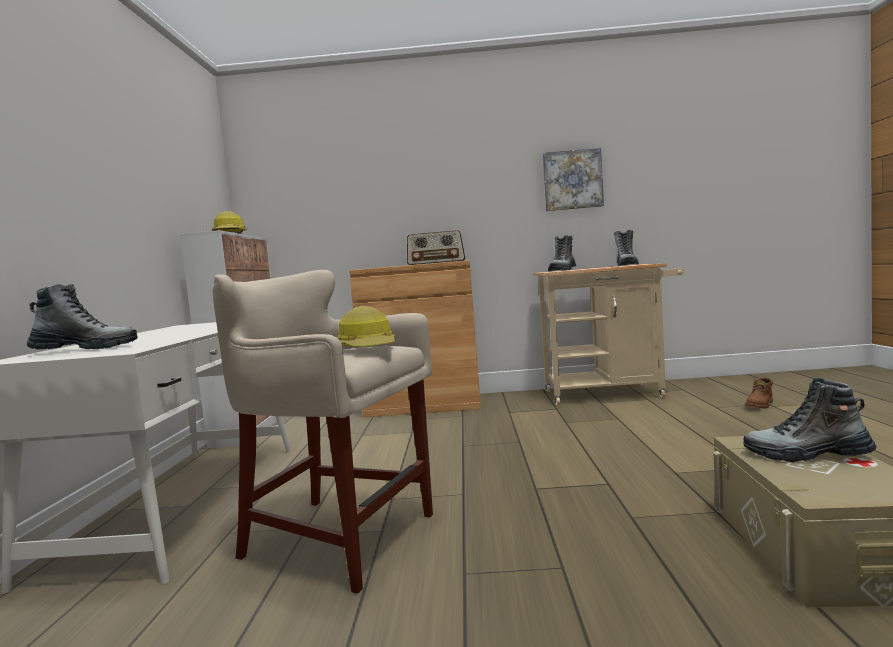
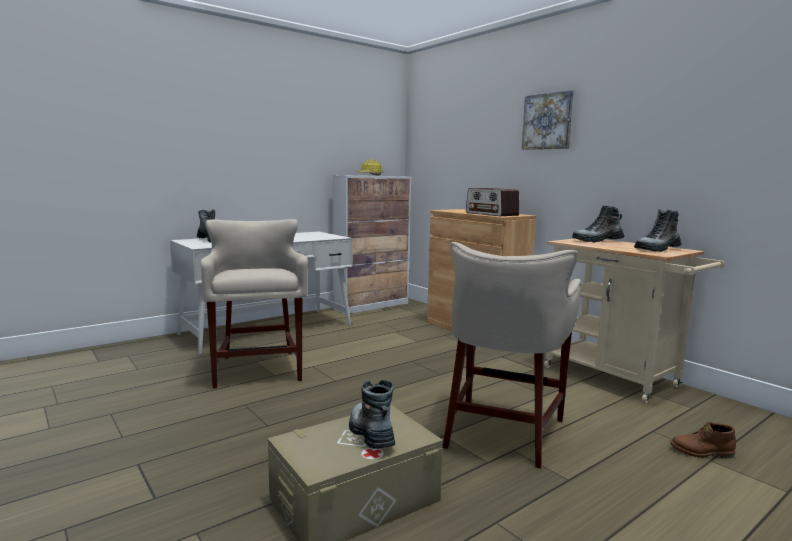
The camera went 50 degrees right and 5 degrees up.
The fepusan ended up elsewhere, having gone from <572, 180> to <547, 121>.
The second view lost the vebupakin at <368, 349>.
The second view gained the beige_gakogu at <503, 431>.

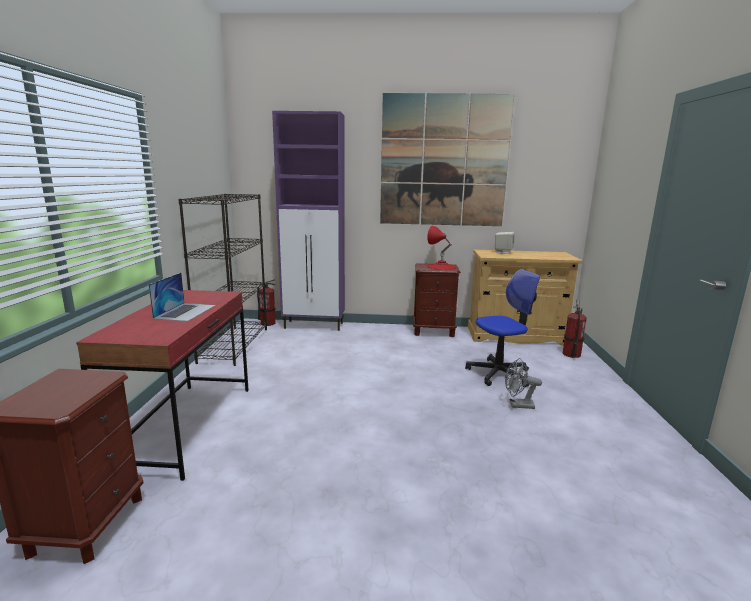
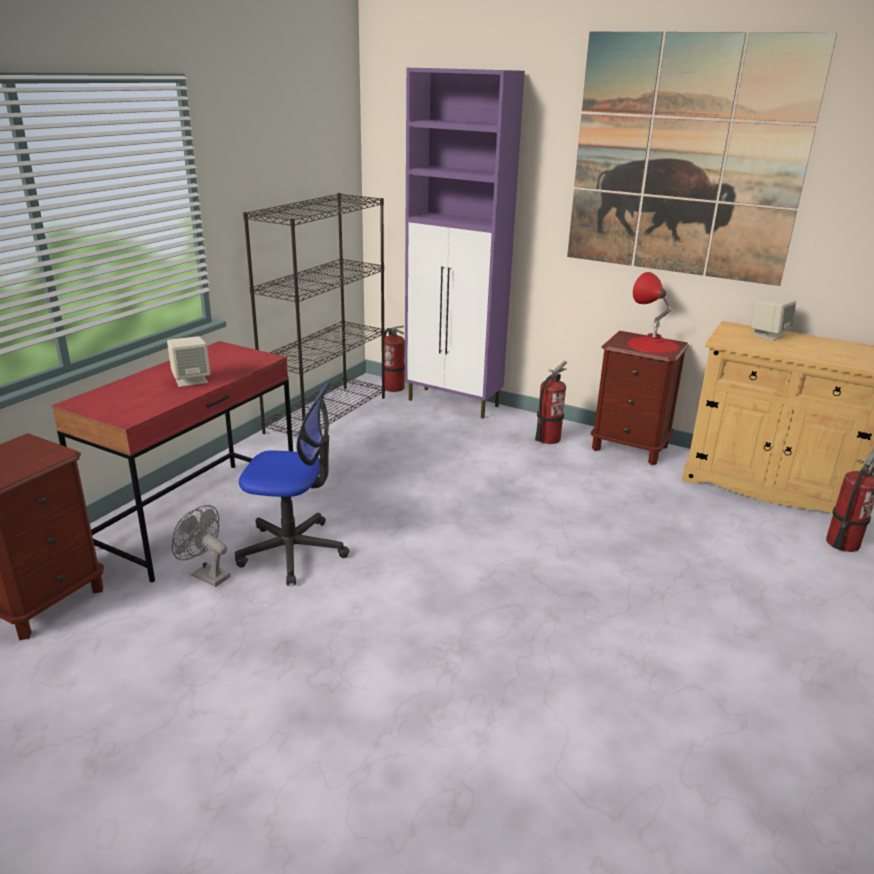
The camera went 25 degrees right and 10 degrees up.
The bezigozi ended up elsewhere, having gone from <499, 374> to <293, 551>.
Where the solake stood at <185, 311>, the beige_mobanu came to stand at <191, 380>.
The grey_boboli ended up elsewhere, having gone from <517, 405> to <206, 575>.
The second view gained the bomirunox at <547, 438>.

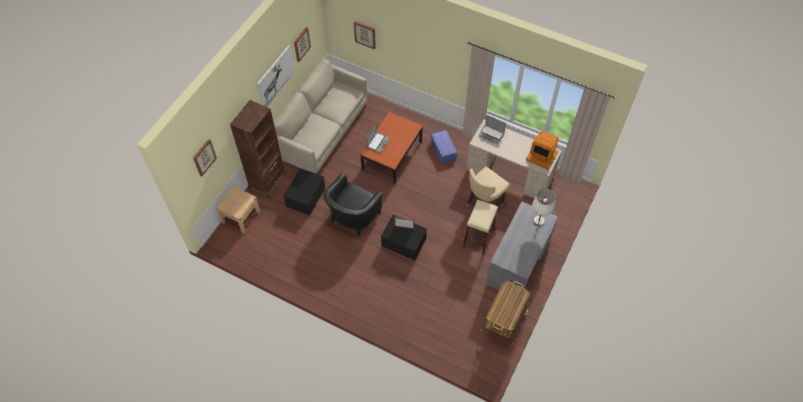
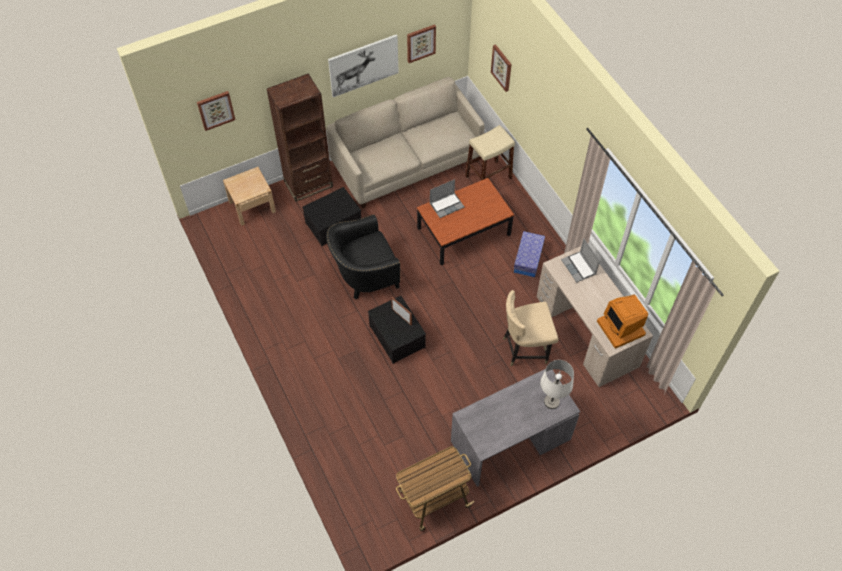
The camera went 35 degrees right and 0 degrees up.
The beige_gakogu ended up elsewhere, having gone from <478, 238> to <488, 177>.

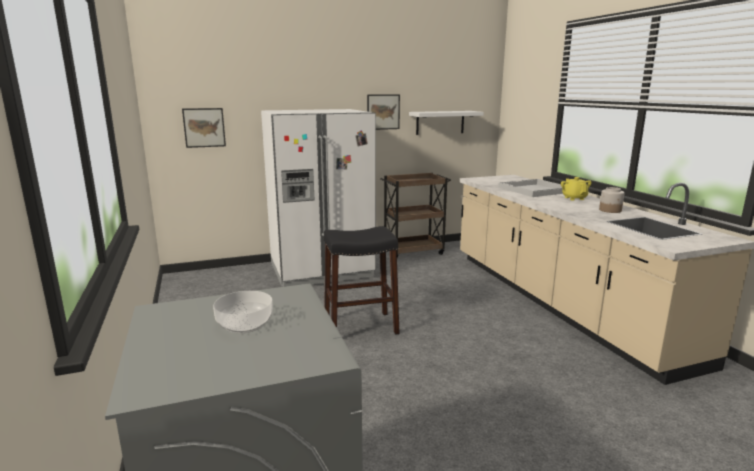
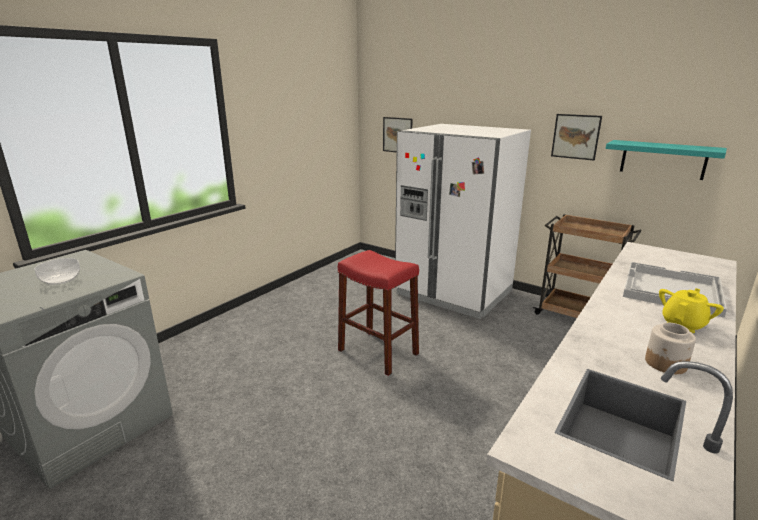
The camera went 55 degrees right and 5 degrees up.
What was the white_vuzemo at <440, 122> turned into the turquoise_vuzemo at <663, 159>.
What was the black_gakogu at <360, 326> turned into the red_gakogu at <378, 352>.

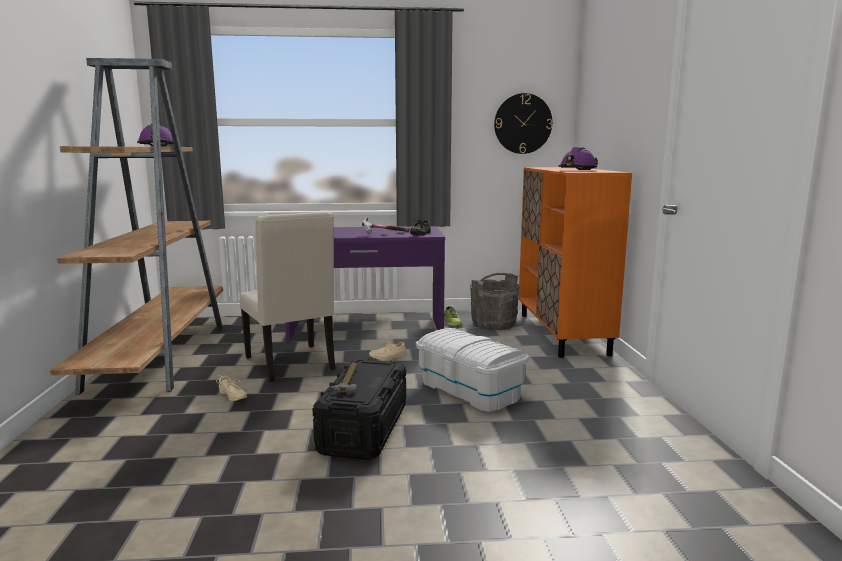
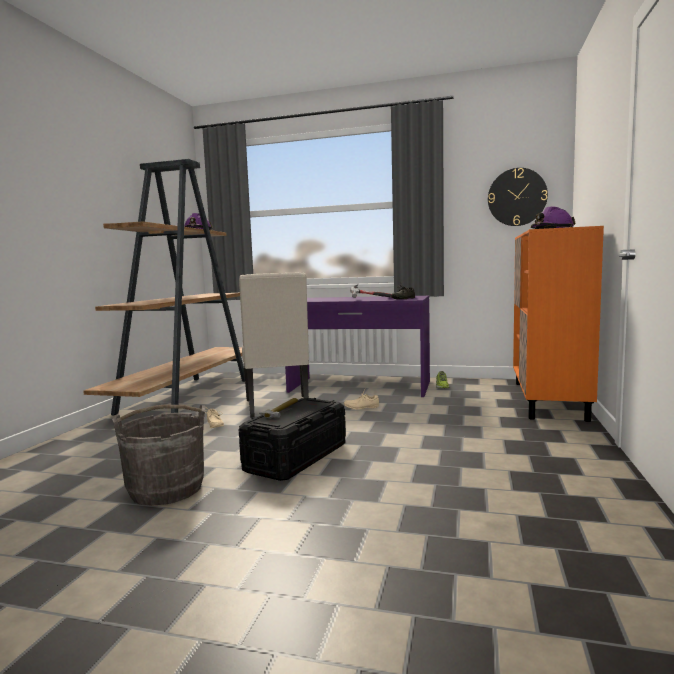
The camera went 20 degrees right and 5 degrees down.
The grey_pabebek ended up elsewhere, having gone from <493, 324> to <166, 489>.
The second view lost the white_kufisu at <470, 390>.

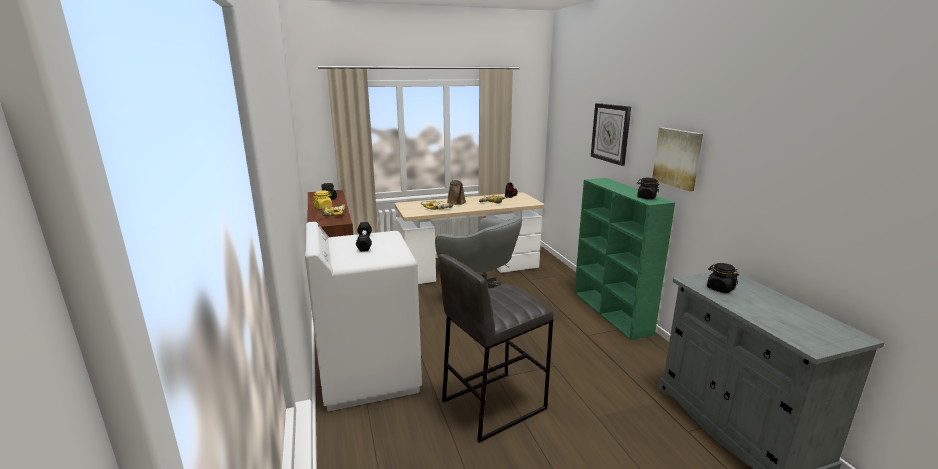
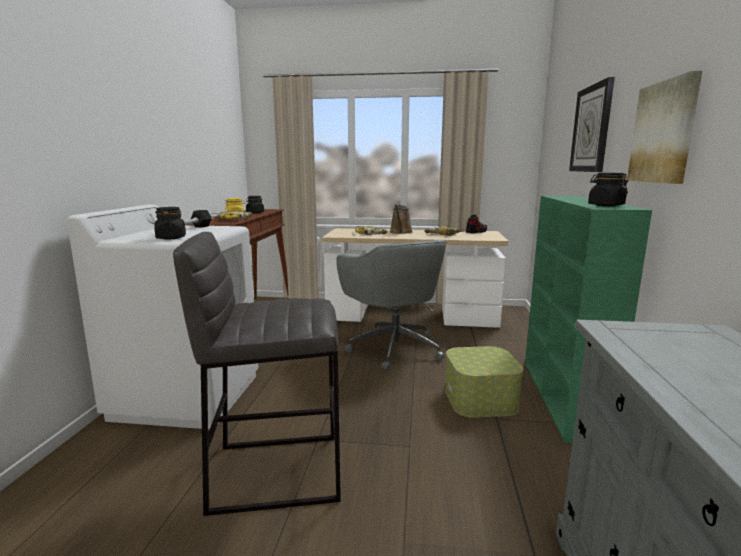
The camera went 25 degrees right and 5 degrees down.
The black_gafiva ended up elsewhere, having gone from <720, 289> to <171, 238>.
The second view gained the kufisu at <480, 399>.

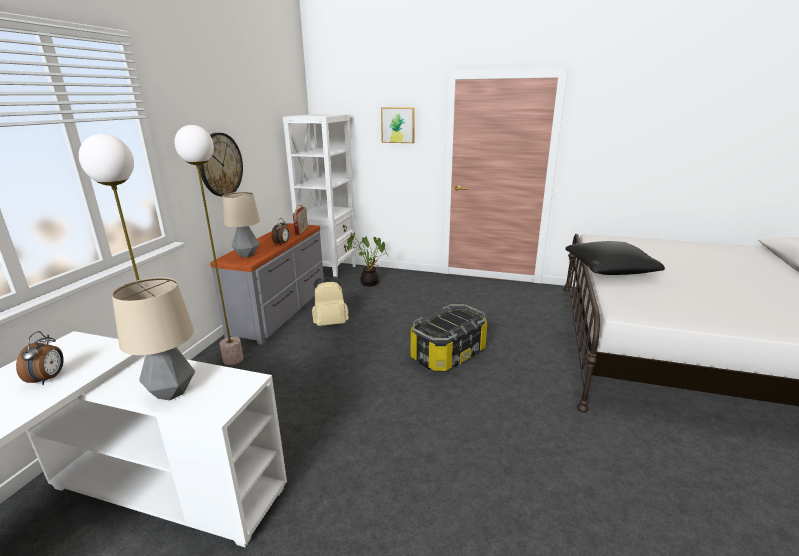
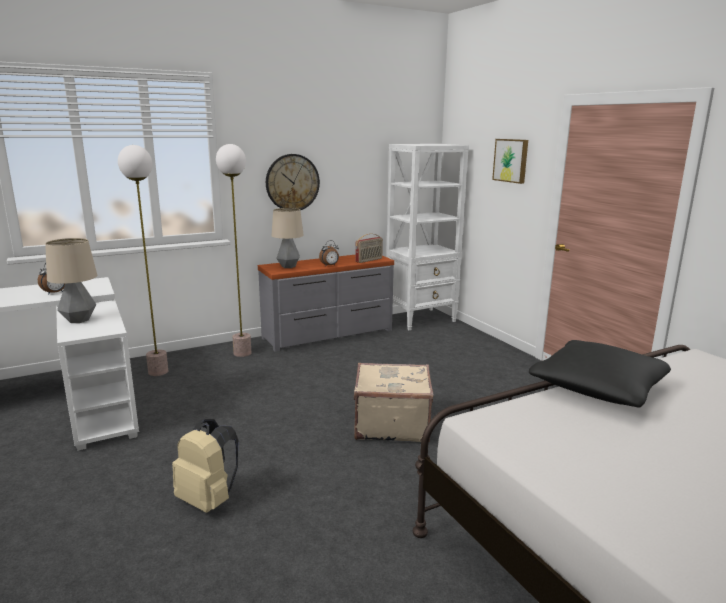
The camera went 45 degrees right and 5 degrees down.
The second view lost the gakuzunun at <369, 282>.
The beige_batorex ended up elsewhere, having gone from <331, 323> to <208, 500>.
Where the kufisu stood at <448, 354>, the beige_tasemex came to stand at <391, 424>.

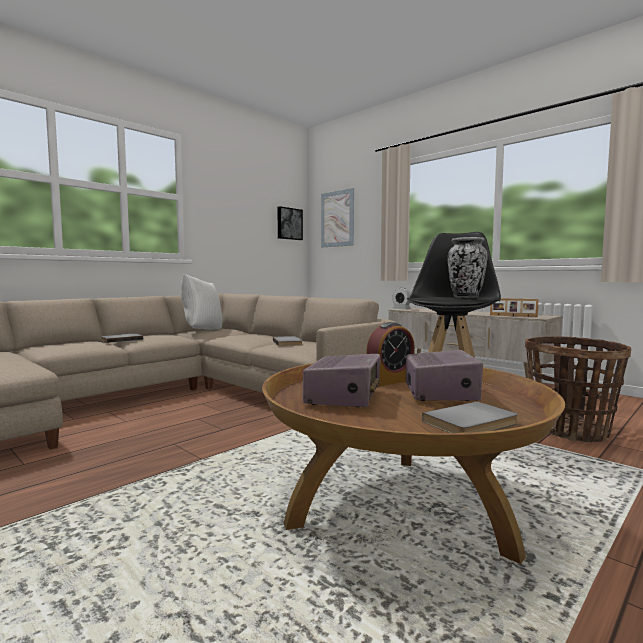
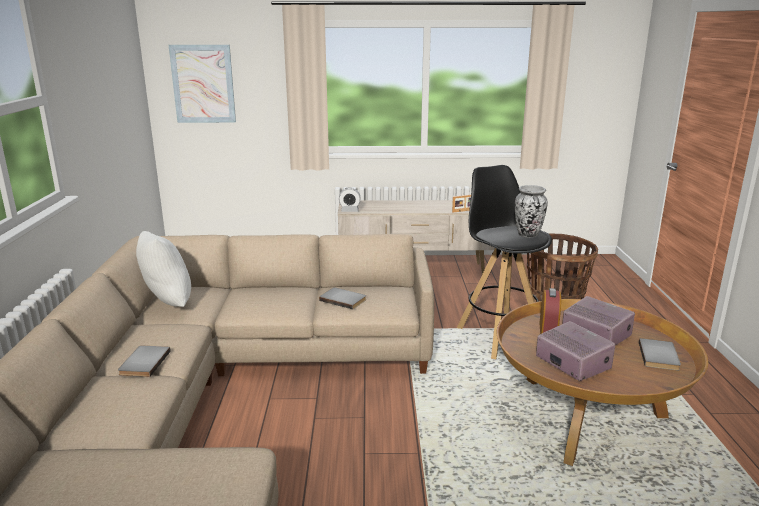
The camera went 45 degrees left and 15 degrees up.
The second view lost the fepusan at <289, 224>.

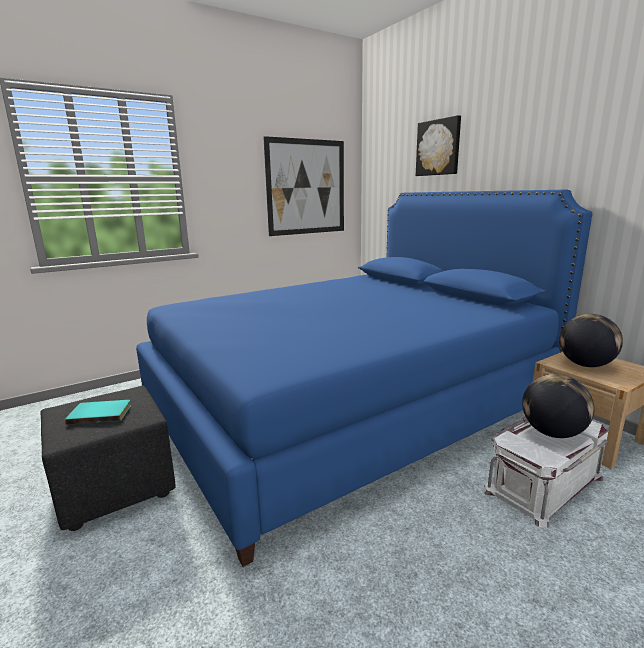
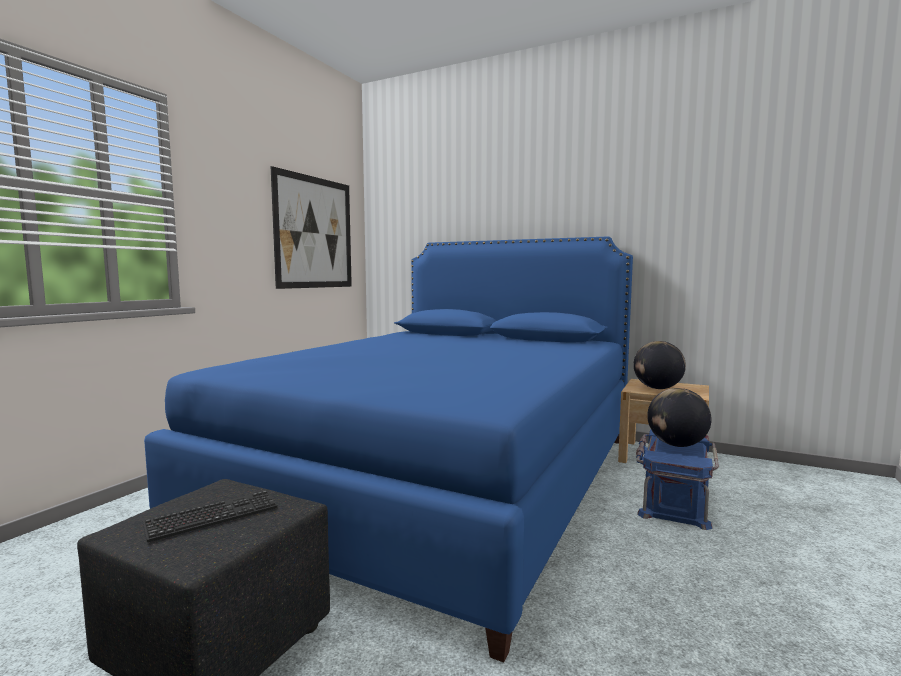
The camera went 30 degrees left and 10 degrees down.
The second view lost the fepusan at <438, 147>.
Where the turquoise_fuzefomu stood at <100, 413>, the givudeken came to stand at <213, 517>.
What was the white_kufisu at <542, 483> turned into the blue_kufisu at <673, 498>.

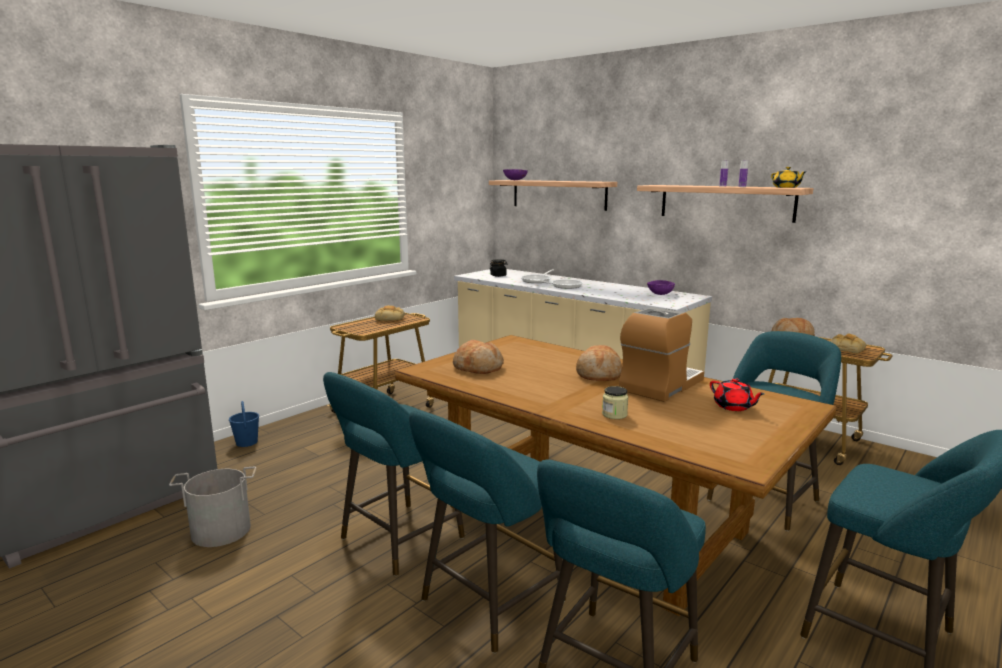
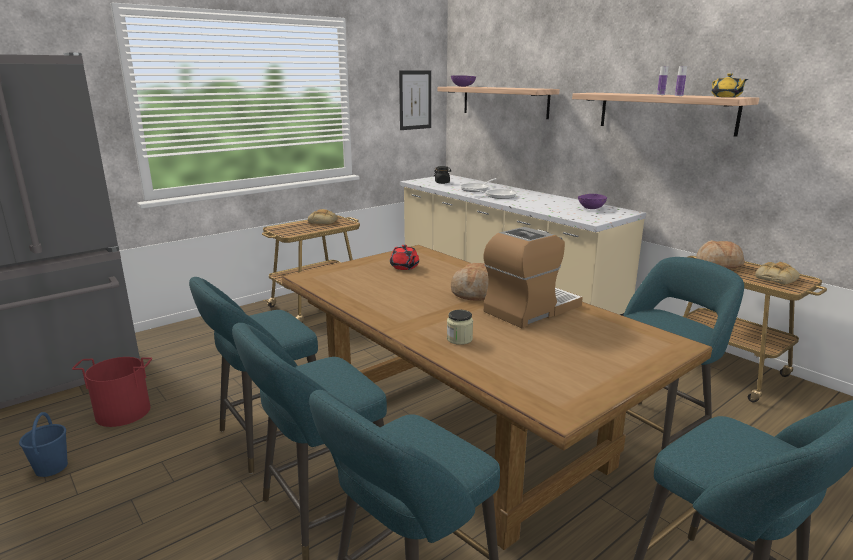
The camera went 10 degrees right and 5 degrees up.
The second view lost the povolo at <478, 368>.
The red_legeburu ended up elsewhere, having gone from <733, 407> to <404, 267>.
The blue_pabebek ended up elsewhere, having gone from <247, 442> to <51, 467>.
What was the grey_pabebek at <221, 530> turned into the red_pabebek at <123, 412>.
The second view gained the fepusan at <415, 100>.

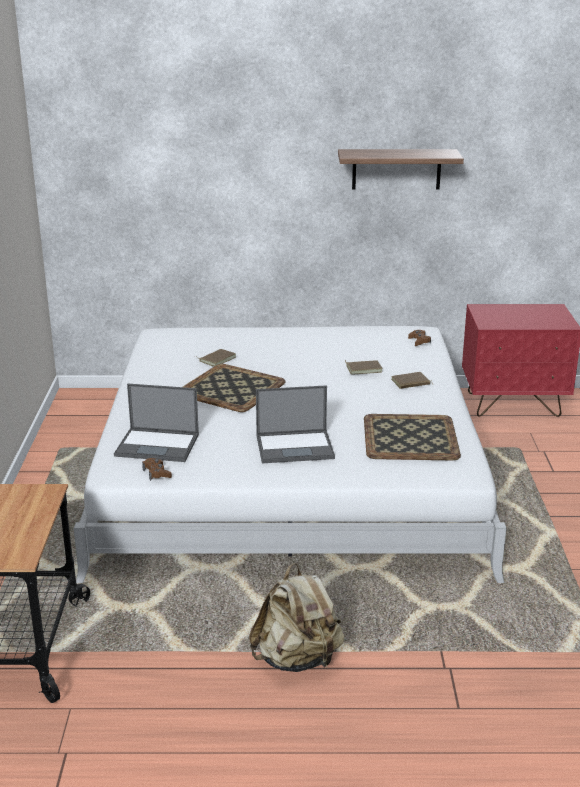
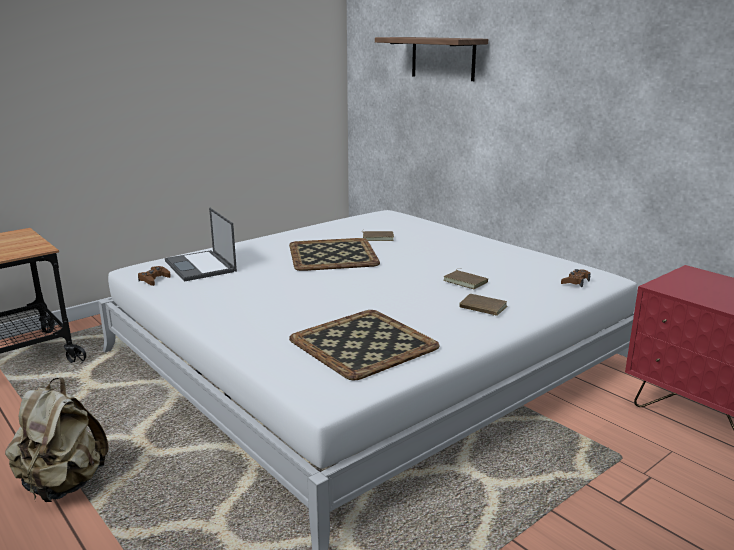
The camera went 50 degrees right and 5 degrees down.
The vuzemo ended up elsewhere, having gone from <396, 169> to <443, 58>.
The second view lost the solake at <295, 447>.

